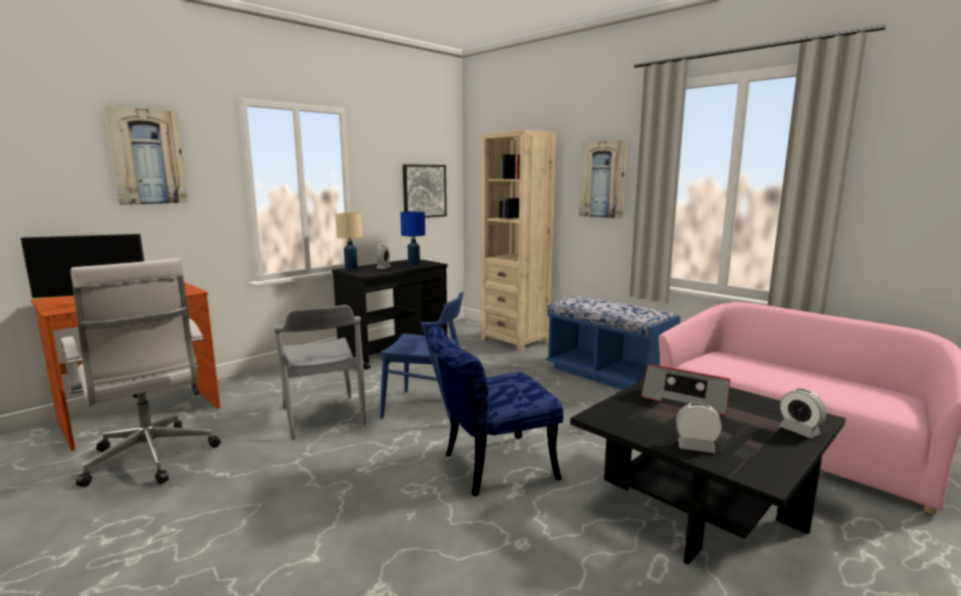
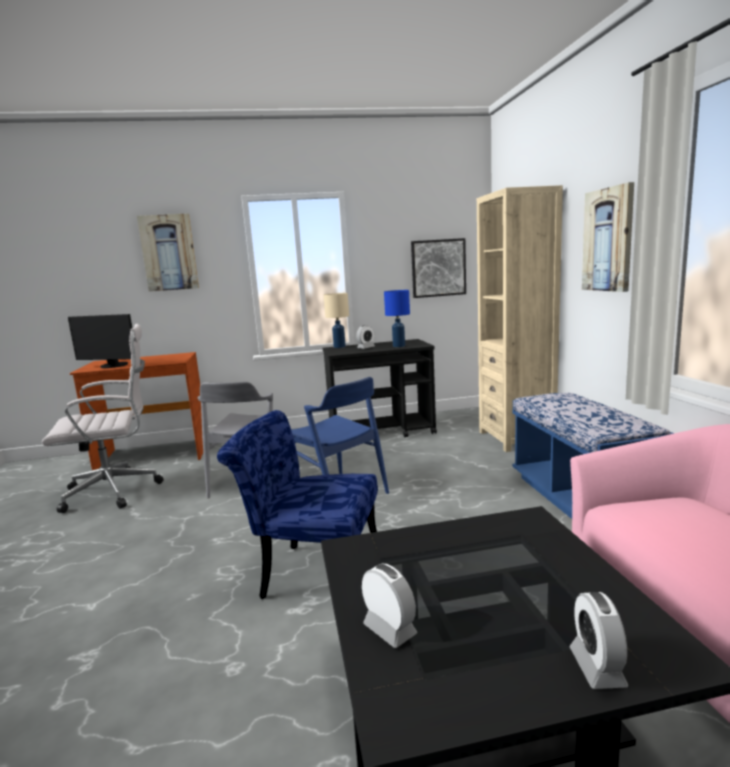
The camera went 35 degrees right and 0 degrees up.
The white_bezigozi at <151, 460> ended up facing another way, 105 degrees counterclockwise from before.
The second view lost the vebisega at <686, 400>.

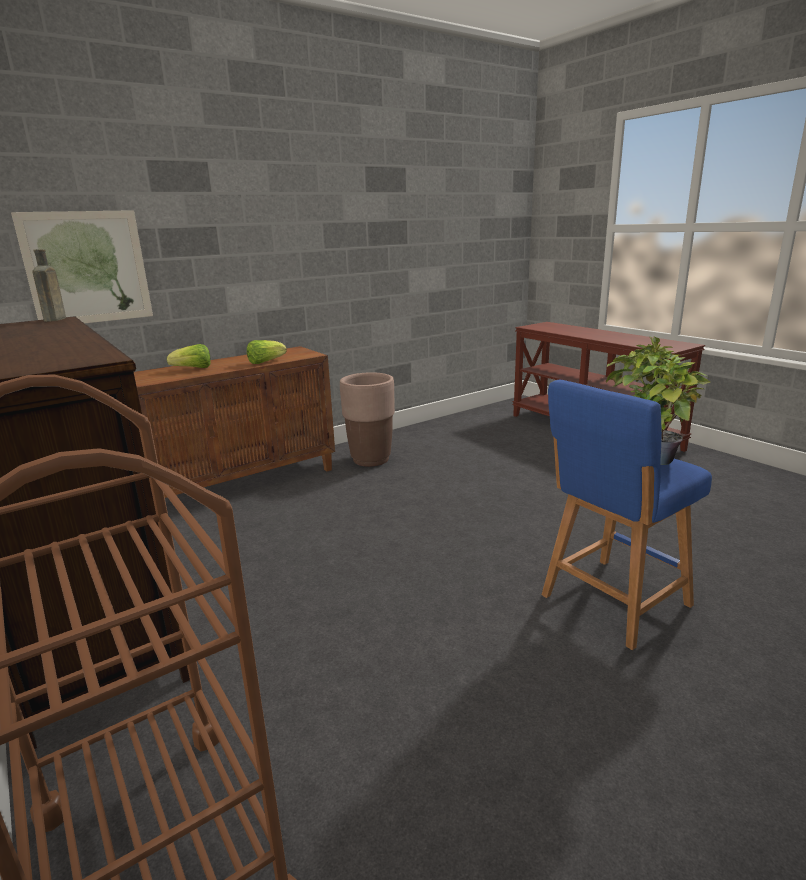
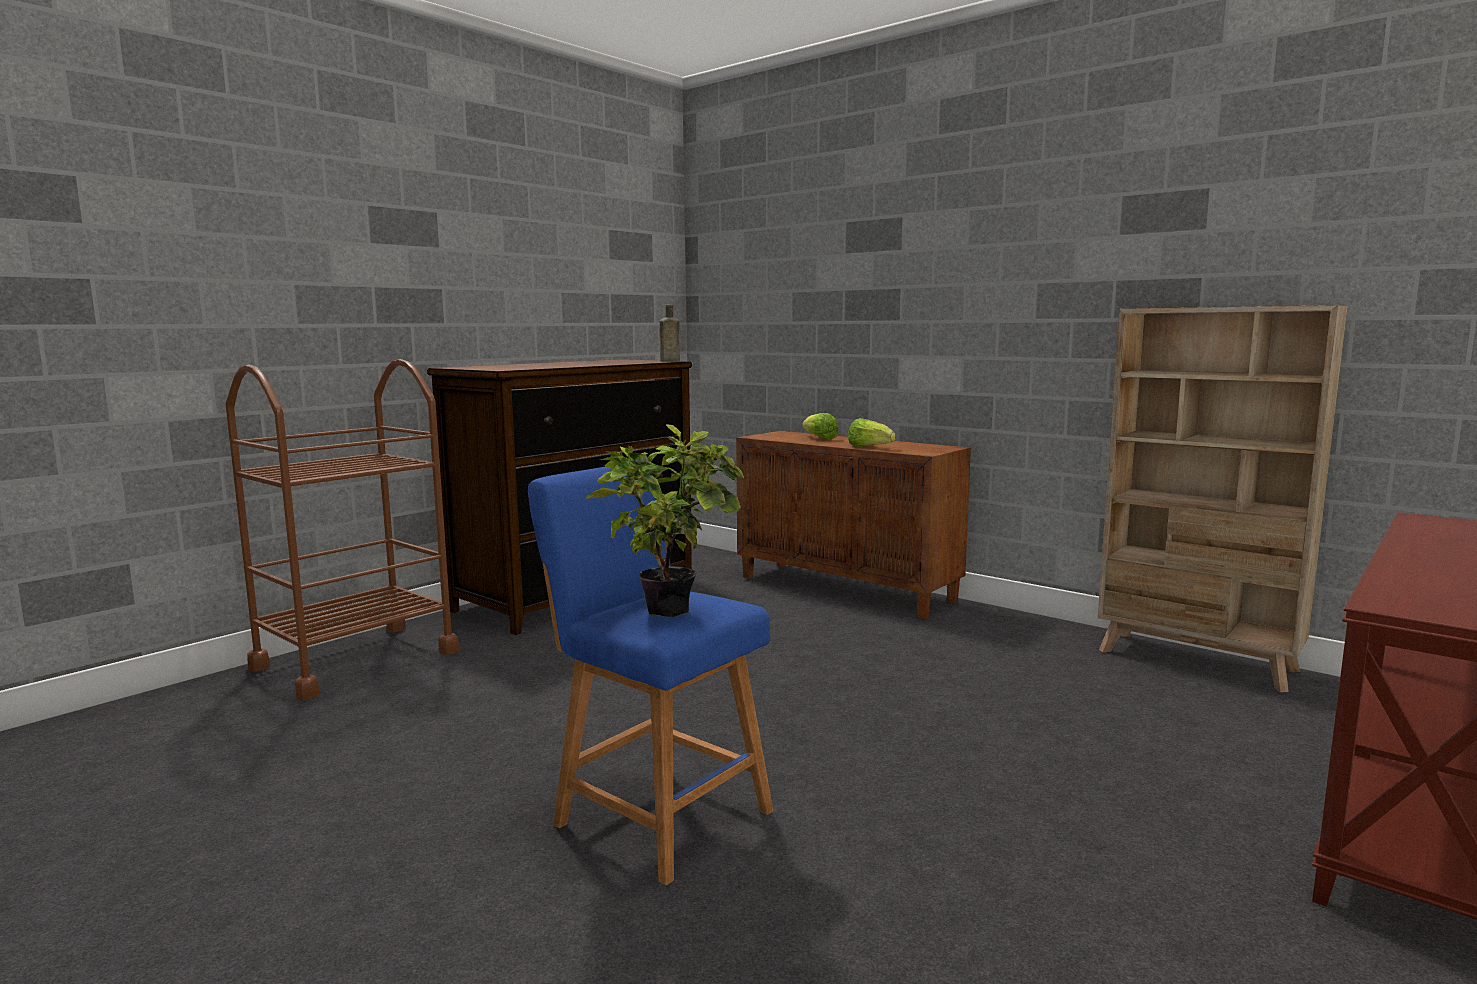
The camera went 75 degrees right and 10 degrees down.
The second view lost the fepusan at <87, 268>.
The second view lost the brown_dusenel at <371, 459>.
The second view gained the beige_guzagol at <1197, 661>.

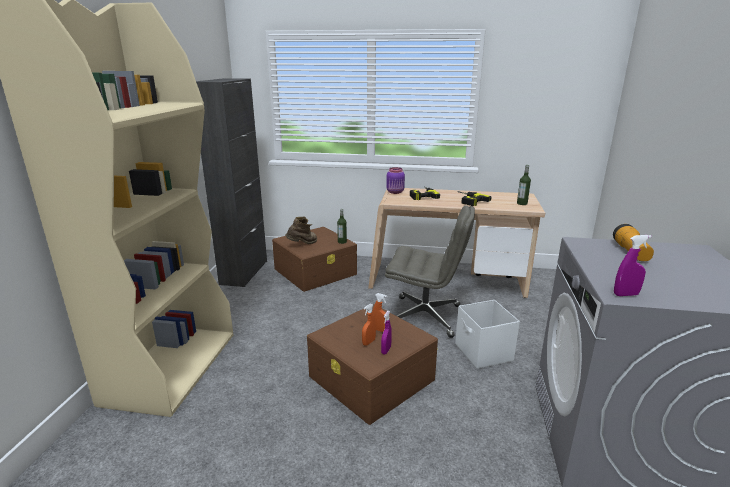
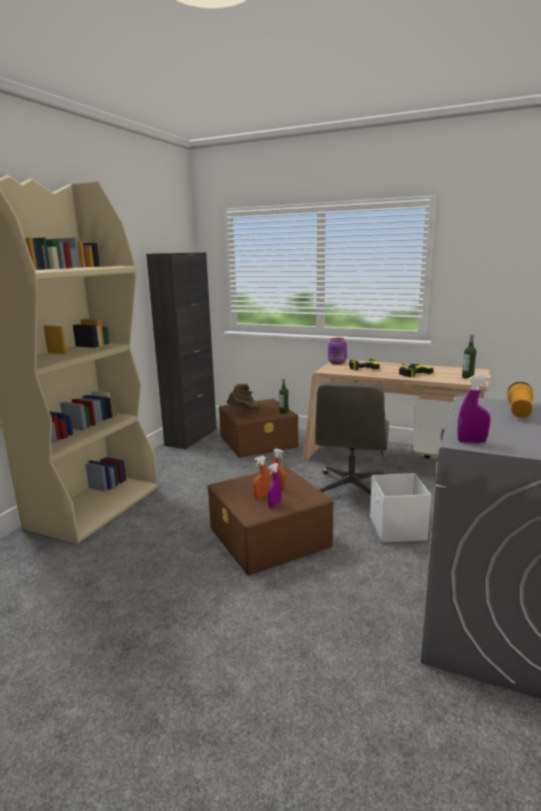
The camera went 15 degrees right and 5 degrees down.
The grey_bezigozi at <426, 316> ended up facing another way, 75 degrees clockwise from before.

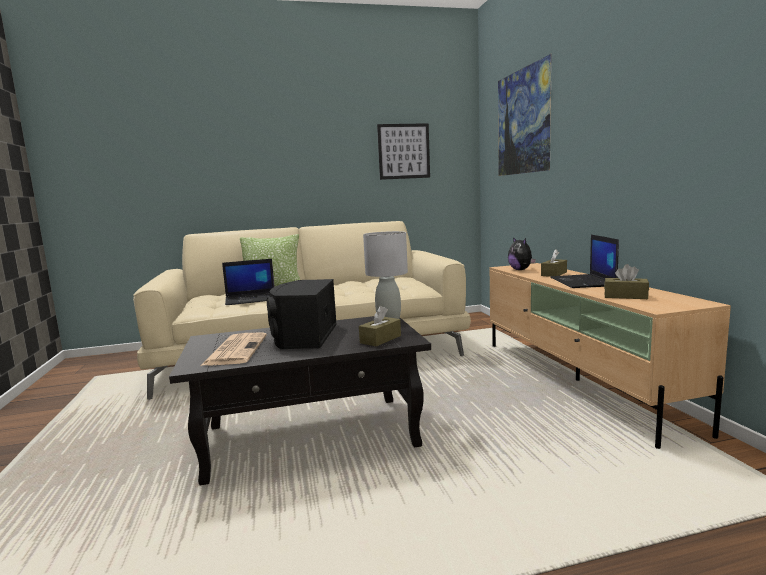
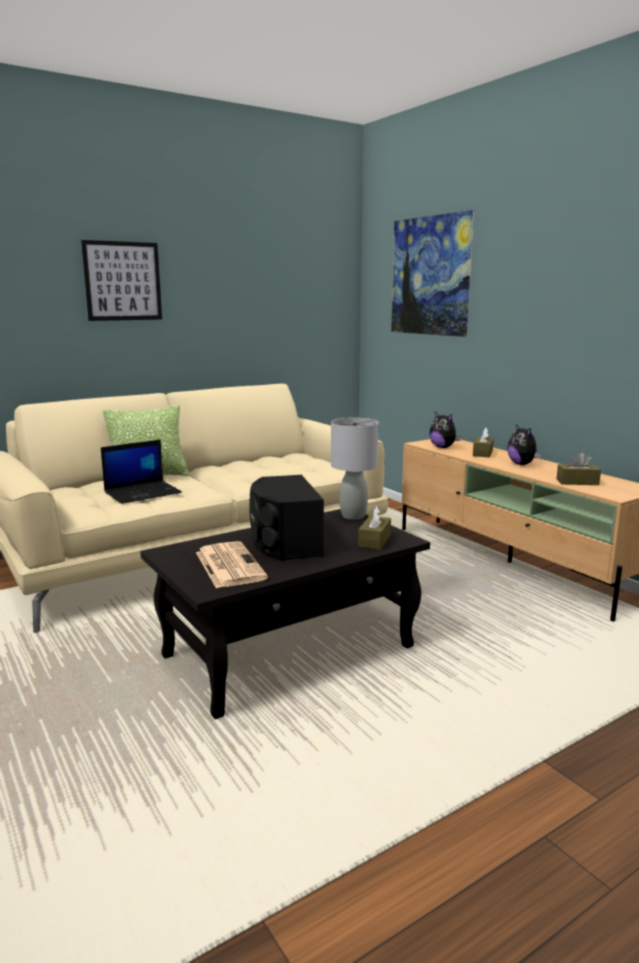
The camera went 20 degrees left and 5 degrees up.
The fepusan ended up elsewhere, having gone from <404, 151> to <123, 281>.
Where the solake stood at <583, 282>, the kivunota came to stand at <522, 464>.

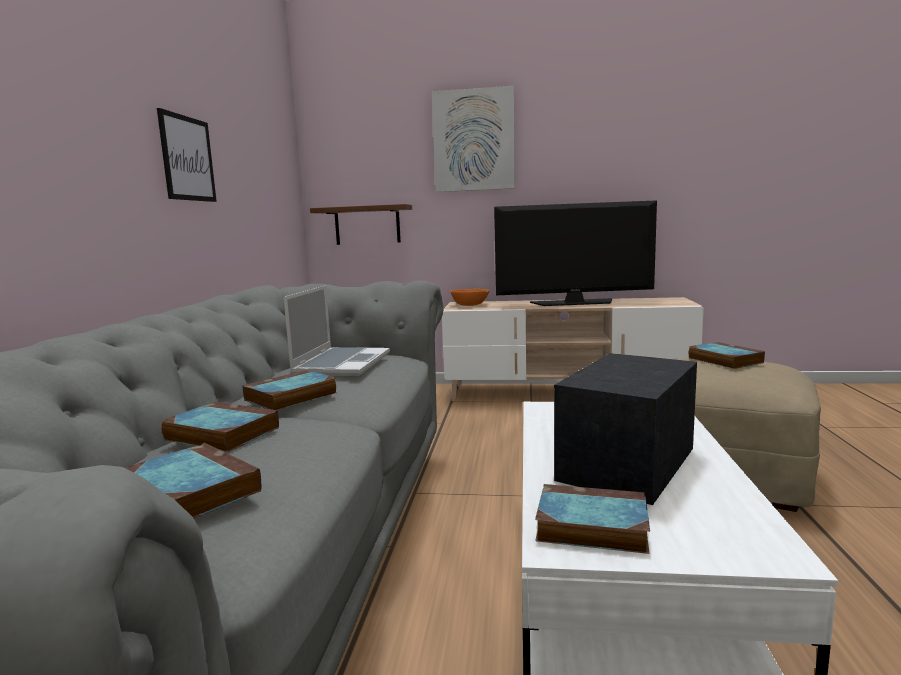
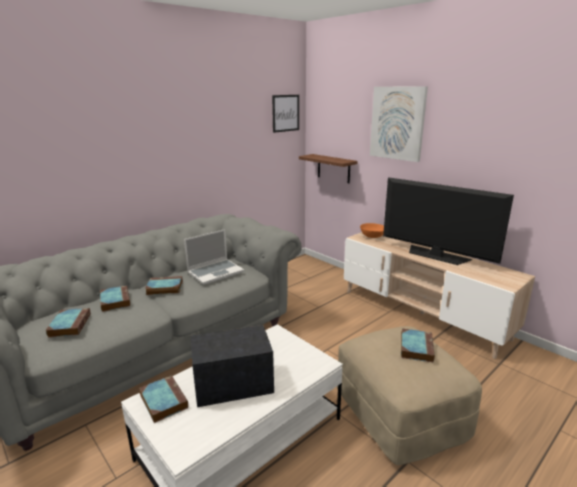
The camera went 40 degrees right and 10 degrees up.
The fepusan ended up elsewhere, having gone from <187, 158> to <285, 113>.

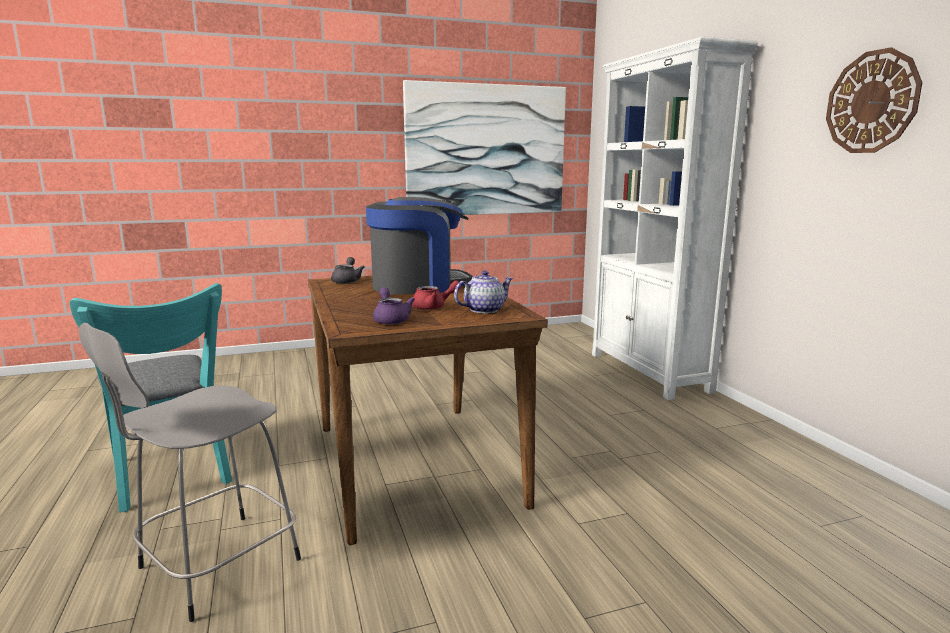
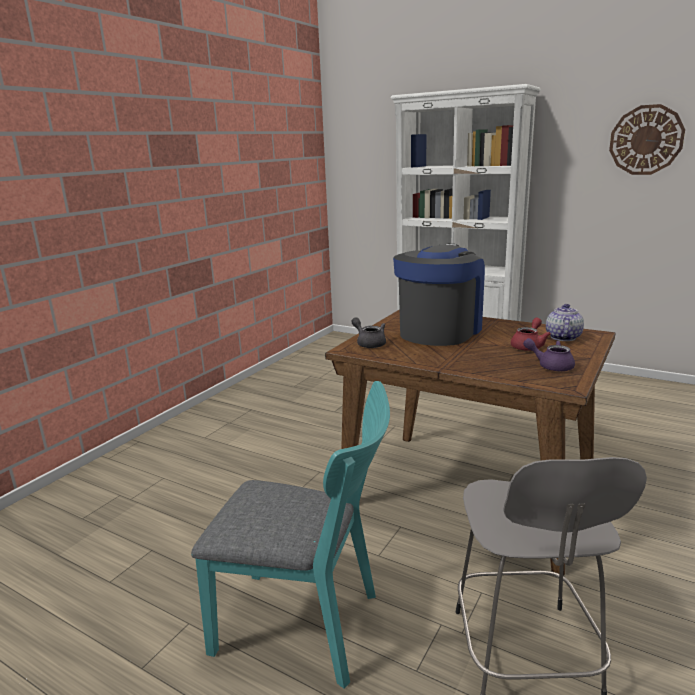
The camera went 40 degrees left and 5 degrees up.
The second view lost the fepusan at <486, 150>.

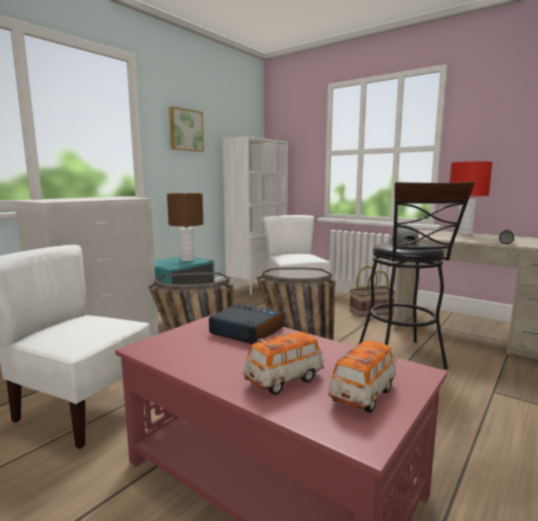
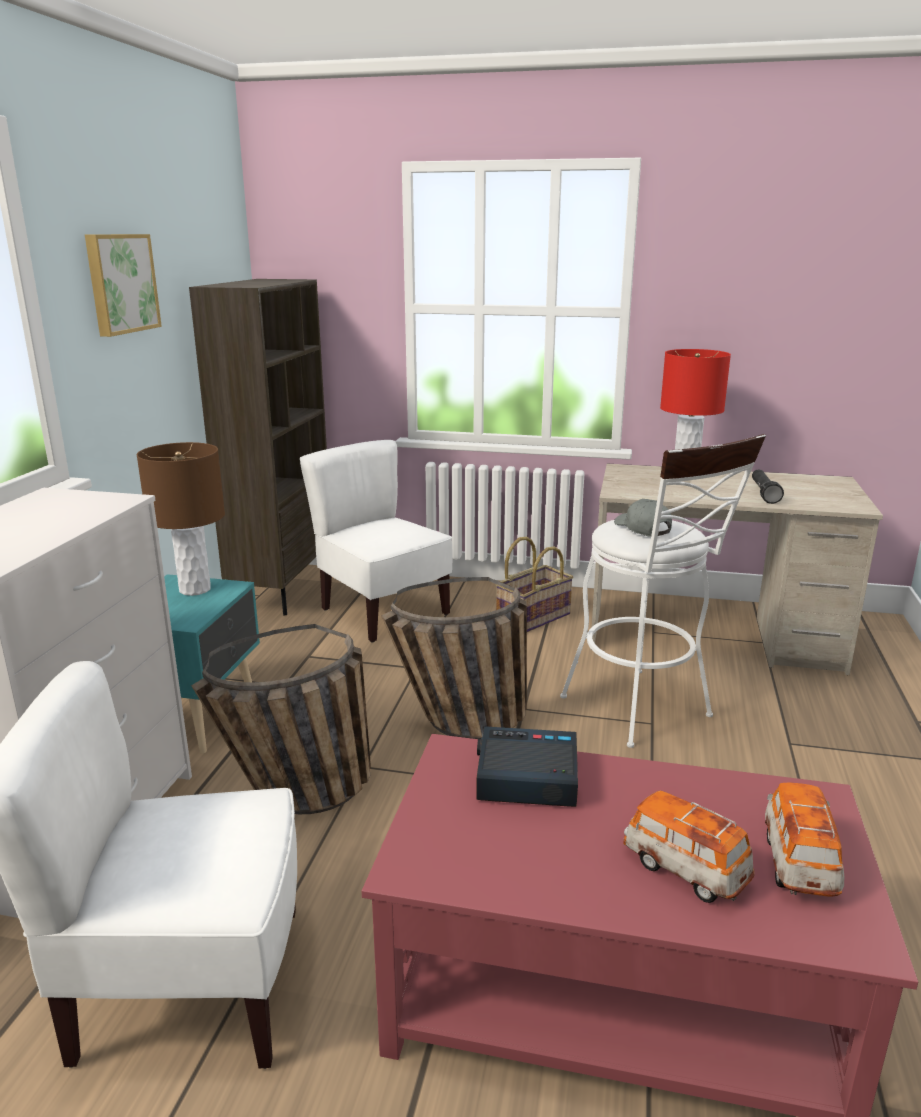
The camera went 25 degrees left and 10 degrees up.
What was the white_guzagol at <257, 286> turned into the brown_guzagol at <282, 591>.
What was the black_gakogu at <403, 358> turned into the white_gakogu at <644, 711>.
The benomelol at <284, 379> ended up facing another way, 75 degrees counterclockwise from before.

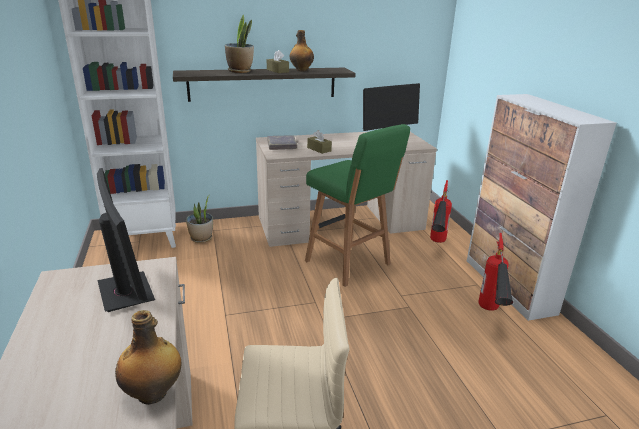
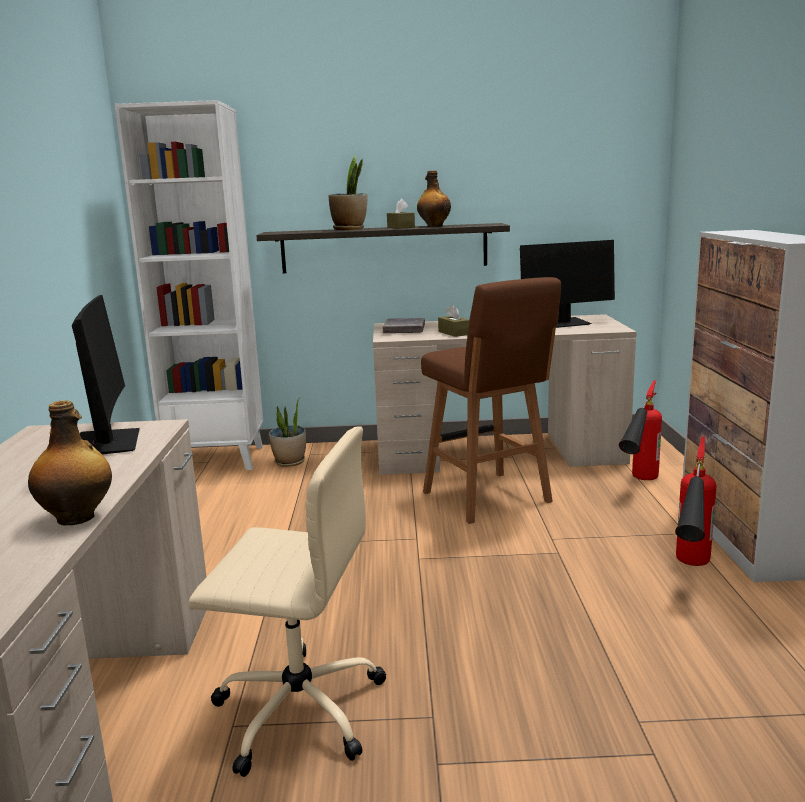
The camera went 15 degrees right and 10 degrees down.
What was the green_gakogu at <349, 264> turned into the brown_gakogu at <488, 498>.

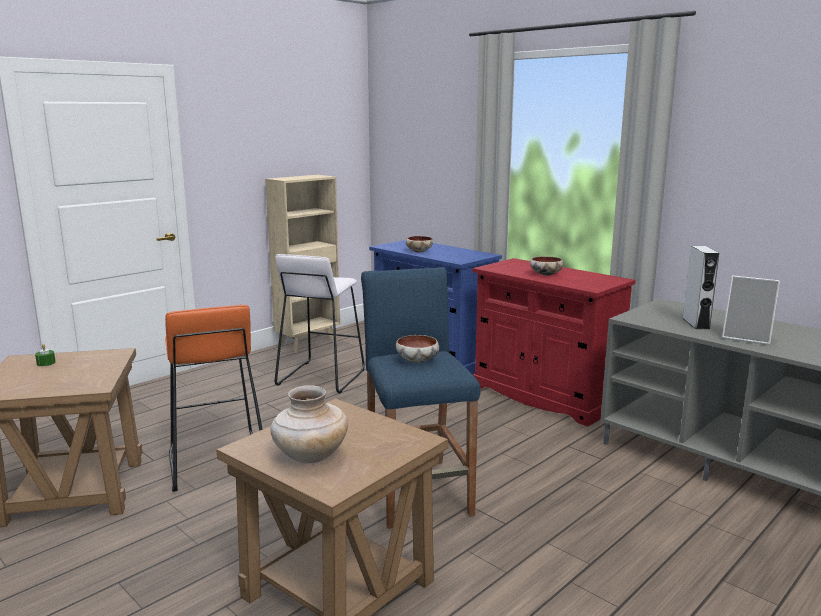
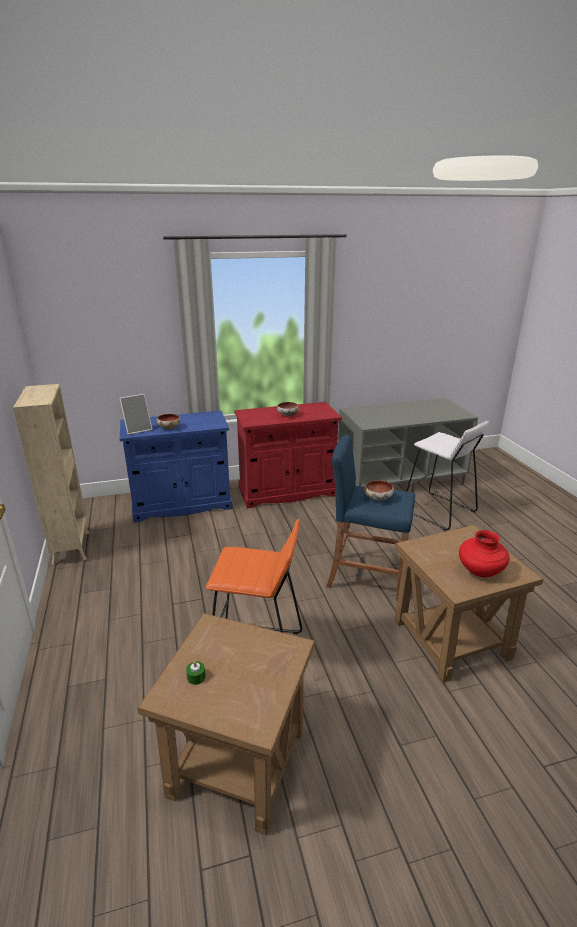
The camera went 60 degrees left and 10 degrees up.
The second view lost the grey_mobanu at <695, 323>.
The white_gakogu ended up elsewhere, having gone from <320, 377> to <439, 511>.
The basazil ended up elsewhere, having gone from <747, 338> to <138, 429>.
What was the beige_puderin at <310, 456> turned into the red_puderin at <480, 571>.

